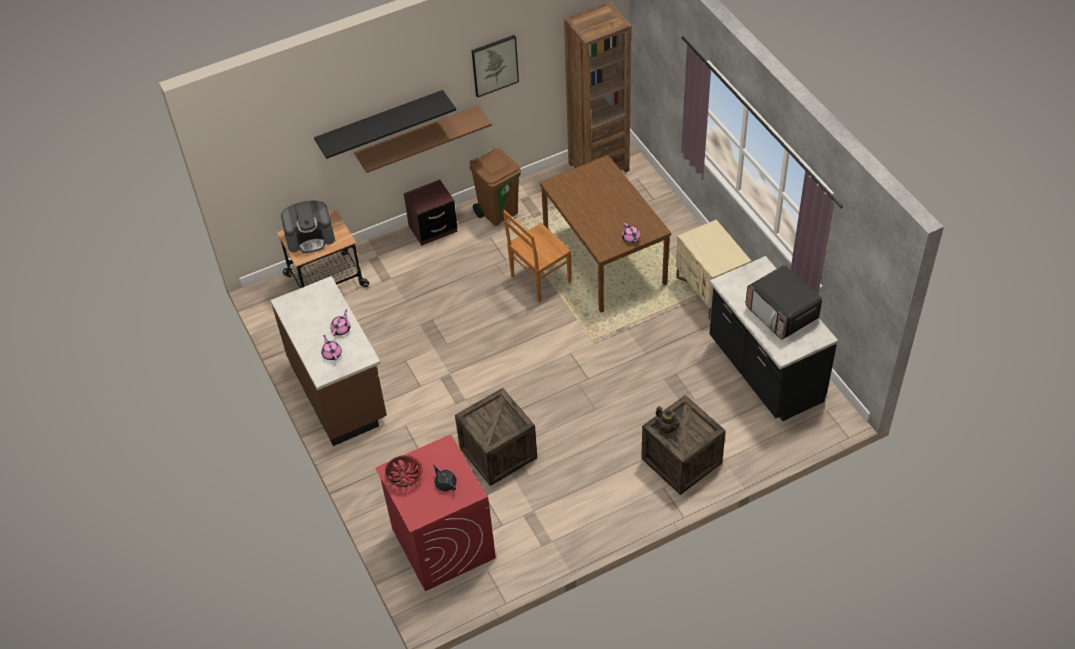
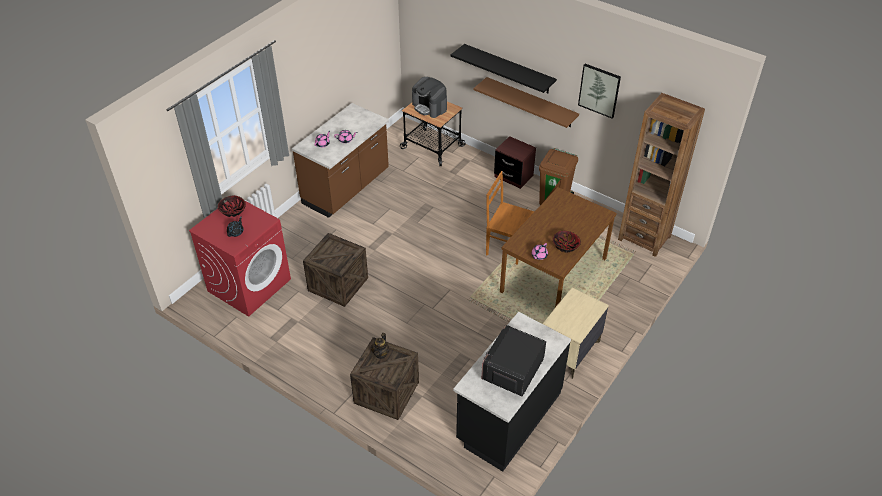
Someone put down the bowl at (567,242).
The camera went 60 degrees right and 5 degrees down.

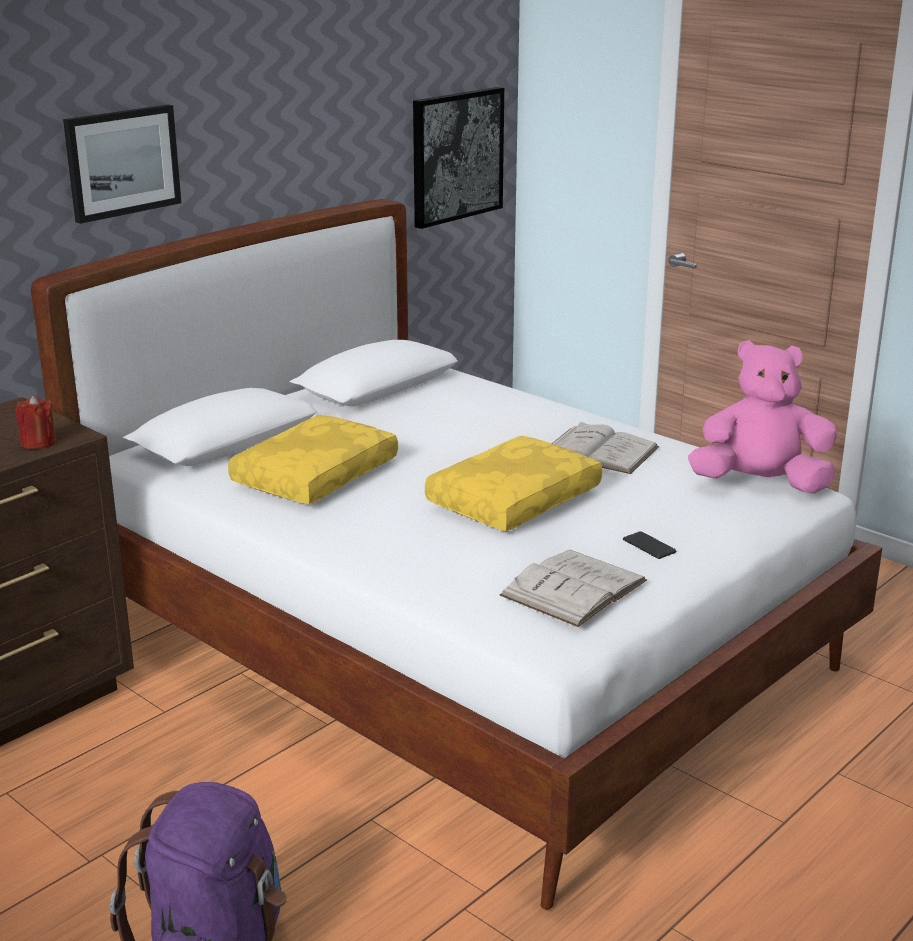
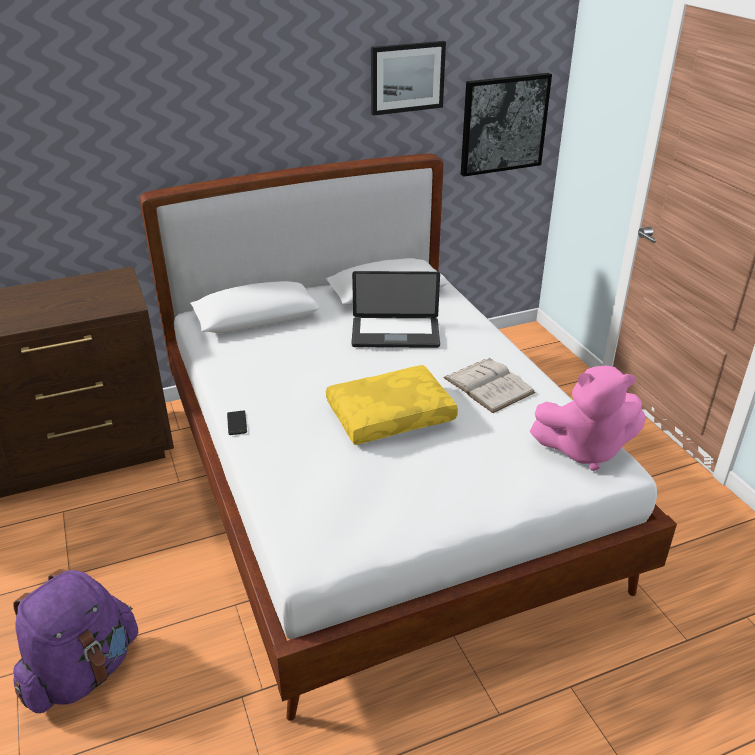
Someone carried the phone from (649,545) to (237,423).
Someone put down the laptop at (395,309).
Someone carried the picture from (122,164) to (408,78).
Someone rotated the pink_plush_toy at (762,417) by 150 degrees clockwise.
Someone took away the red_candle at (35,422).
Someone took away the yellow_pillow at (313,459).
Someone took away the white_book at (573,588).
The camera went 25 degrees right and 10 degrees up.

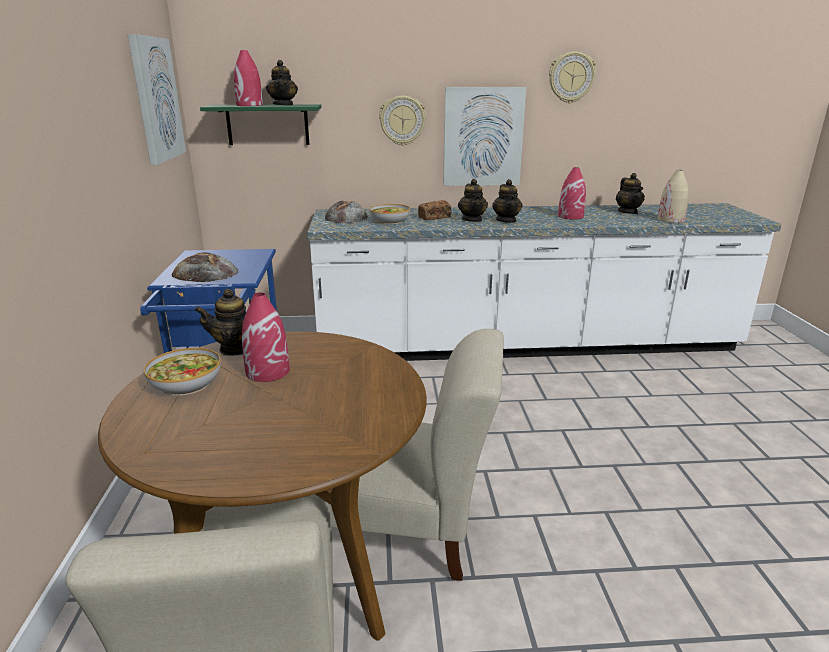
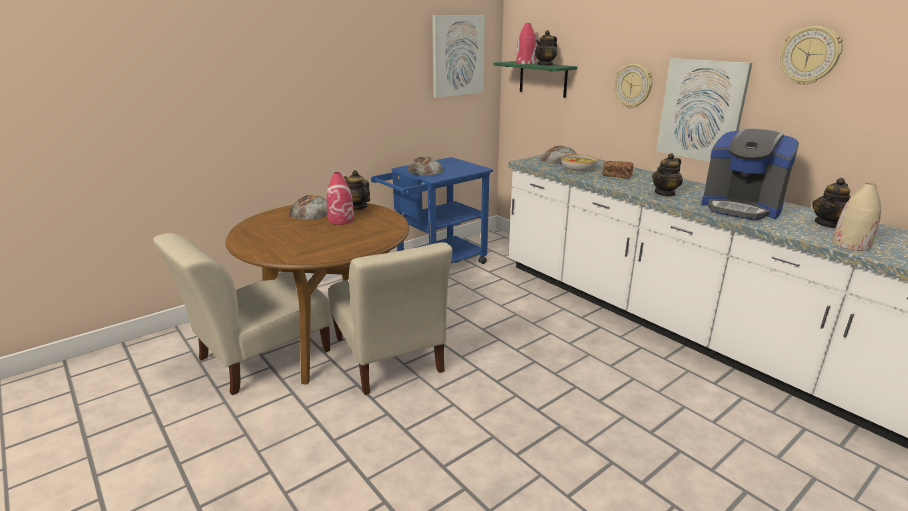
Someone swapped the bowl at (182,372) for the bread at (308,207).
Someone swapped the red_vase at (572,193) for the coffee_machine at (750,174).
Someone took away the teapot at (473,200).
The camera went 55 degrees right and 0 degrees up.

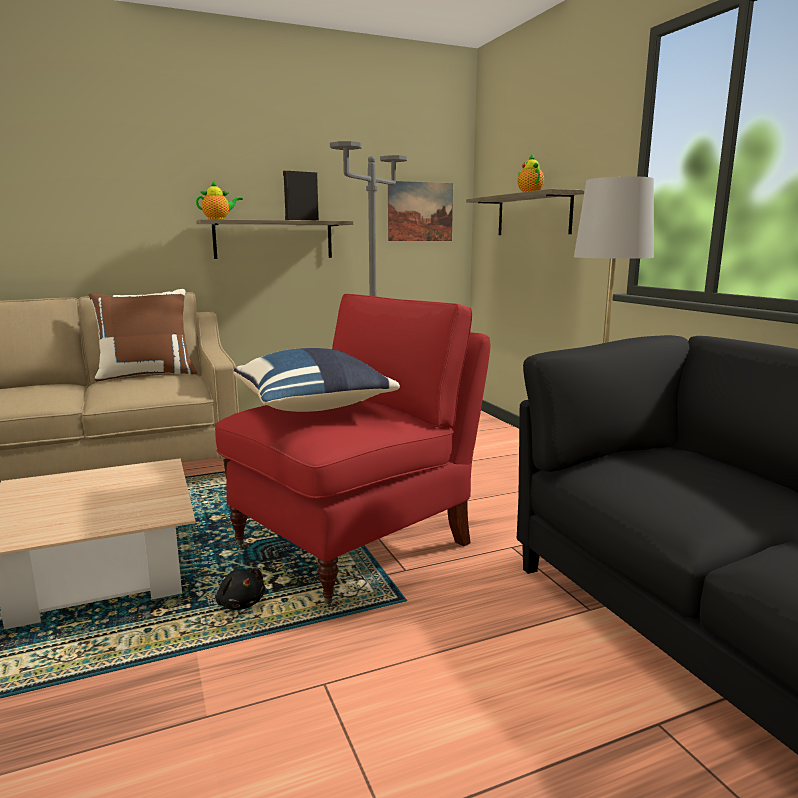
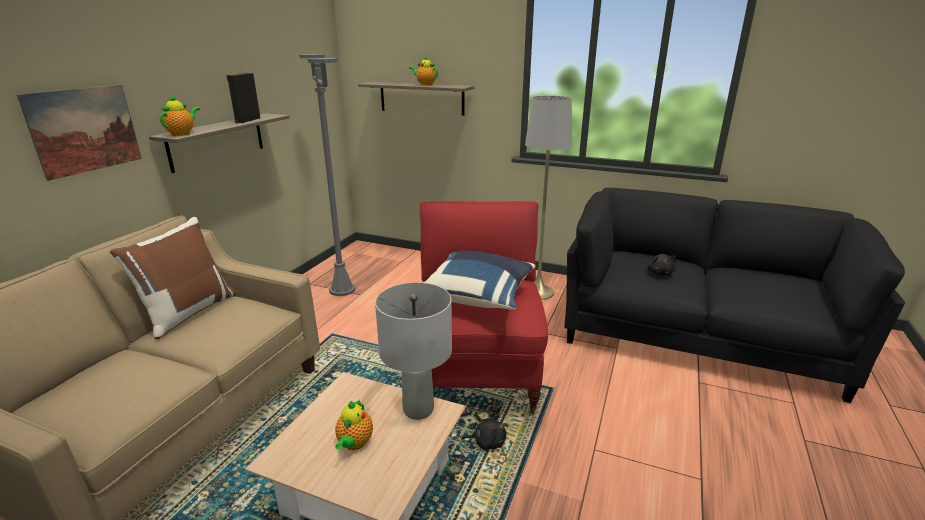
Someone carried the picture from (420,211) to (79,133).
Someone put down the teapot at (354,424).
Someone put down the grey_table_lamp at (413,351).
Someone put down the black_plush_toy at (661,264).
The camera went 45 degrees left and 10 degrees up.

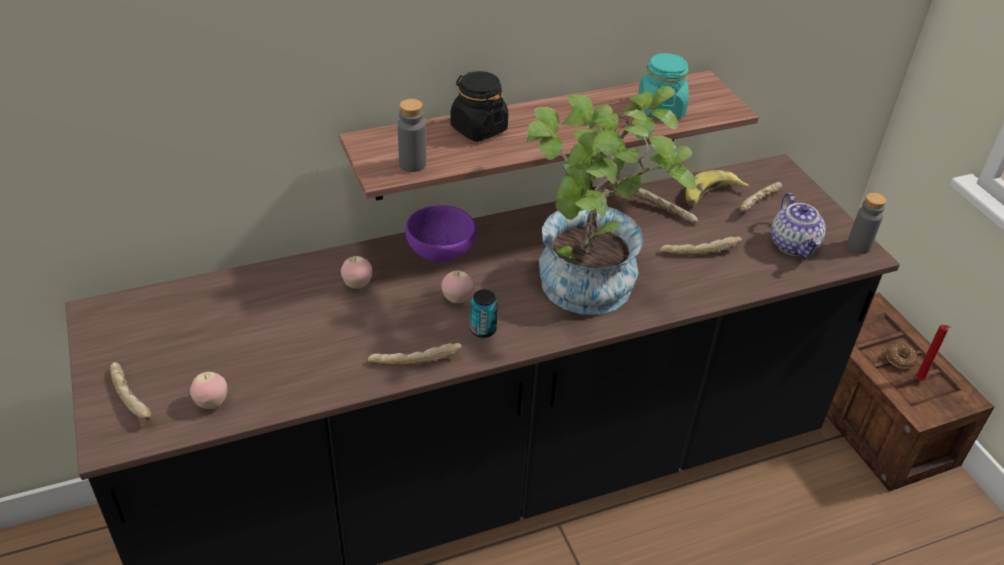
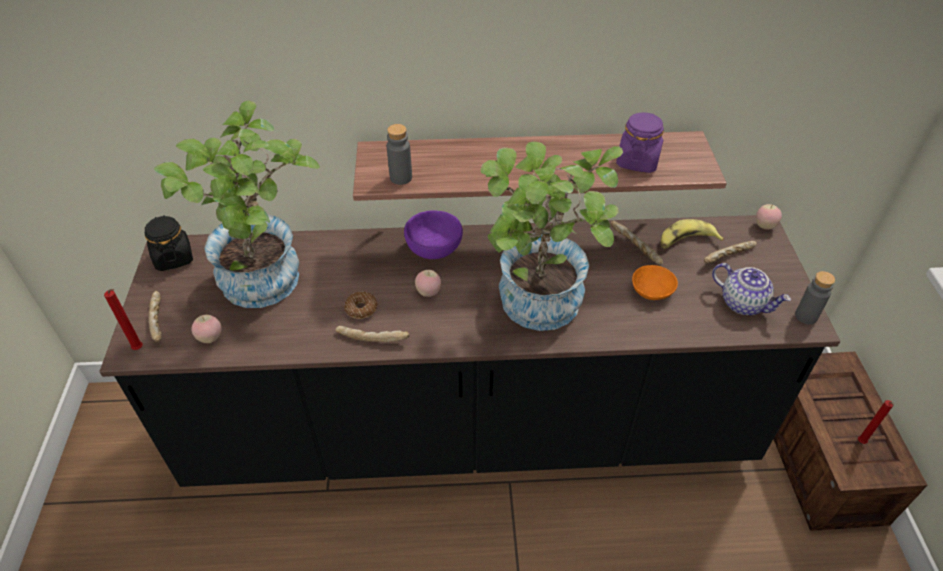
Someone put down the red_candle at (123,319).
Someone carried the black_jar from (479,106) to (169,243).
Someone put down the potted_plant at (237,204).
Someone carried the donut from (902,356) to (360,305).
Someone repainted the turquoise_jar at (663,85), which became the purple_jar at (640,142).
Someone swapped the bread at (701,246) for the orange_bowl at (655,282).
Someone rotated the teapot at (798,225) by 60 degrees counterclockwise.
Someone carried the apple from (356,272) to (769,216).
Someone took away the can at (484,314).
The camera went 20 degrees right and 5 degrees up.

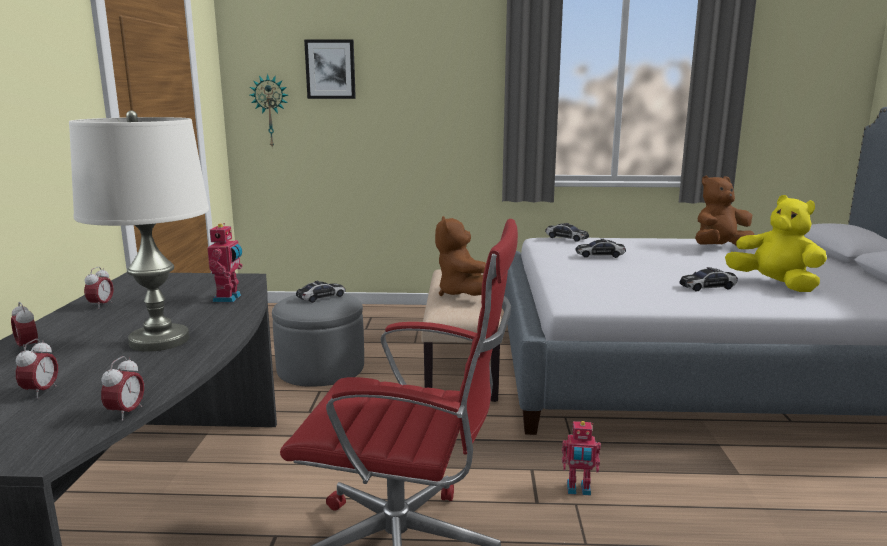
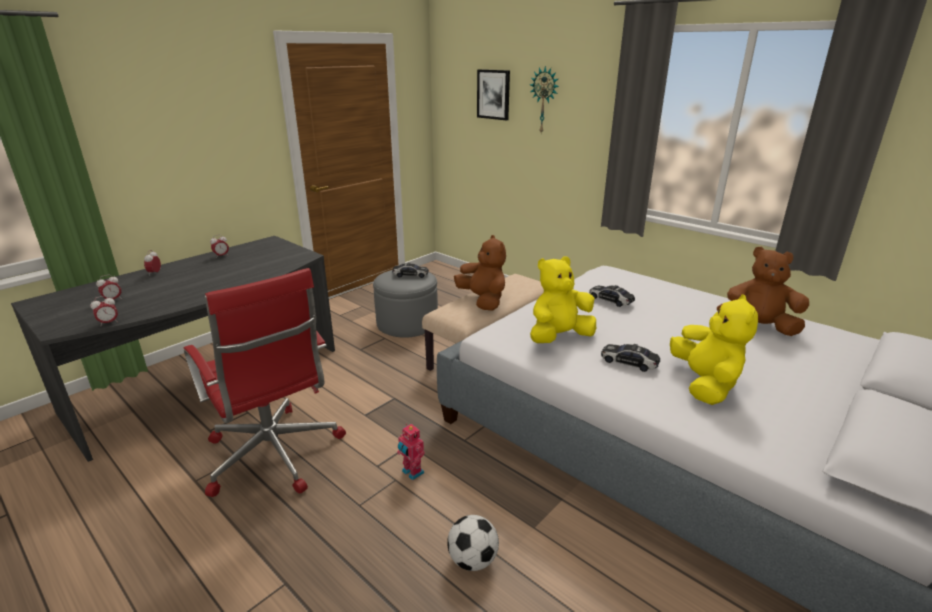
Someone put down the football at (473,543).
Someone rotated the brown_plush_toy at (460,256) by 120 degrees clockwise.
Someone carried the wall_clock from (269,111) to (544,99).
Someone put down the yellow_plush_toy at (563,299).
Someone took away the white_table_lamp at (139,231).
Someone took away the toy_robot at (225,262).
Someone took away the toy_car at (567,232).
The camera went 40 degrees right and 10 degrees up.

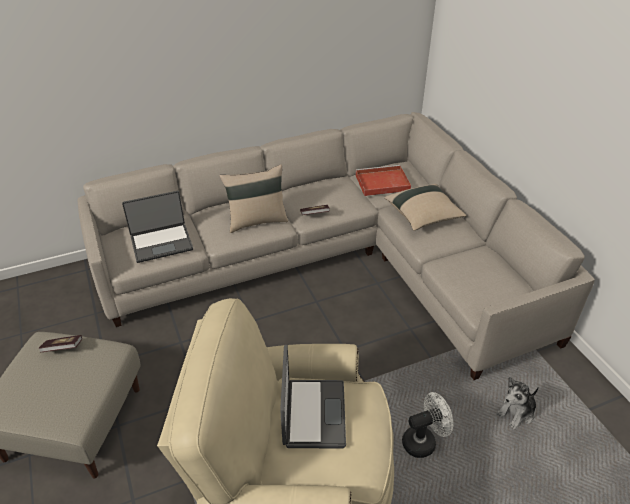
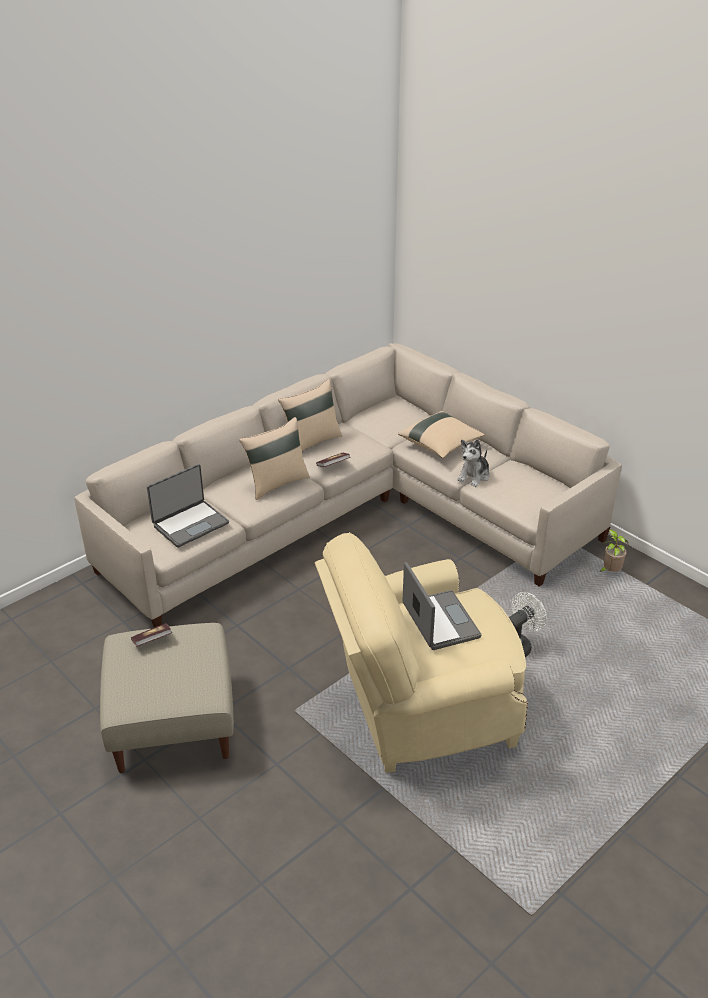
Someone put down the beige_pillow at (310,415).
Someone carried the plush_toy from (517,403) to (473,463).
Someone put down the potted_plant at (613,550).
Someone took away the red_tray at (383,180).
The camera went 20 degrees left and 5 degrees down.

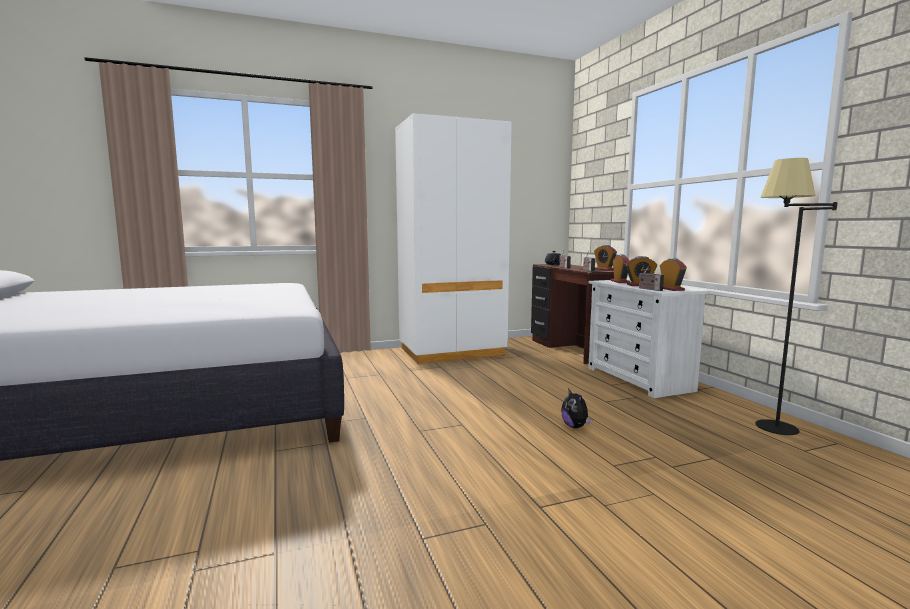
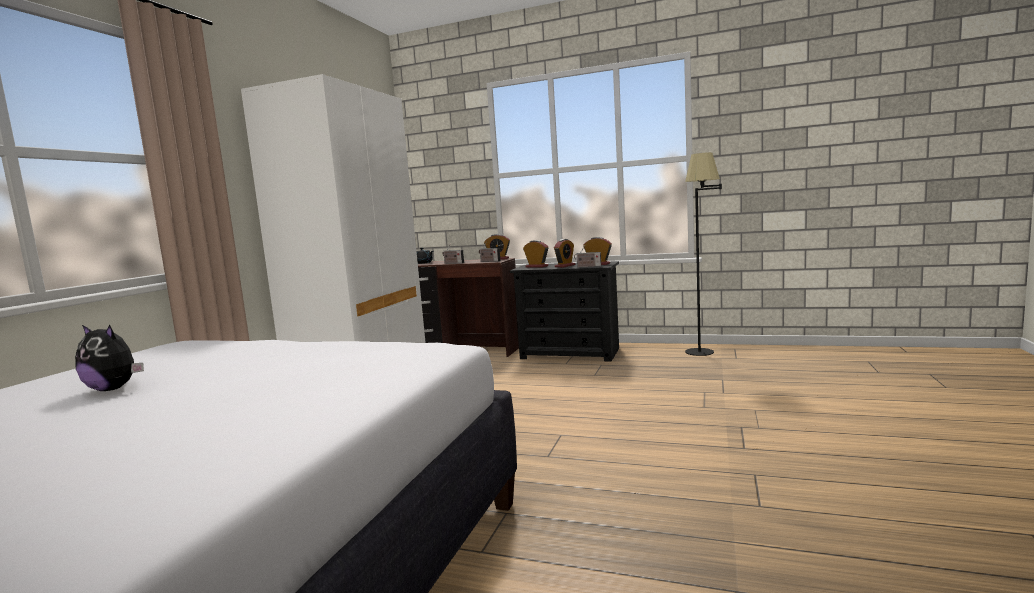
Someone carried the plush_toy from (576,408) to (109,358).
Someone repainted the white_dresser at (649,338), which became the black_dresser at (564,311).
The camera went 50 degrees left and 0 degrees up.

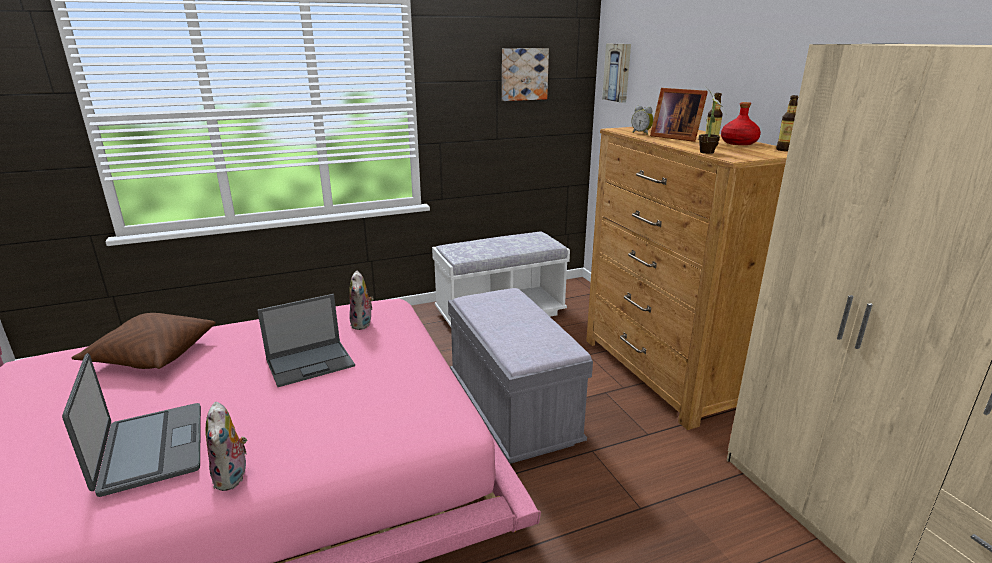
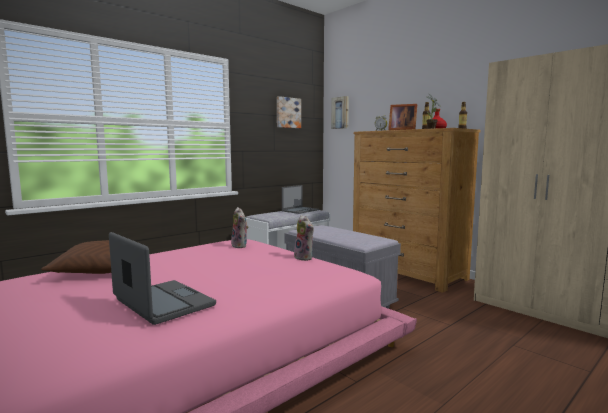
Someone carried the laptop from (306,340) to (300,199).
Someone carried the plush_toy from (226,446) to (304,238).
The camera went 20 degrees left and 15 degrees down.

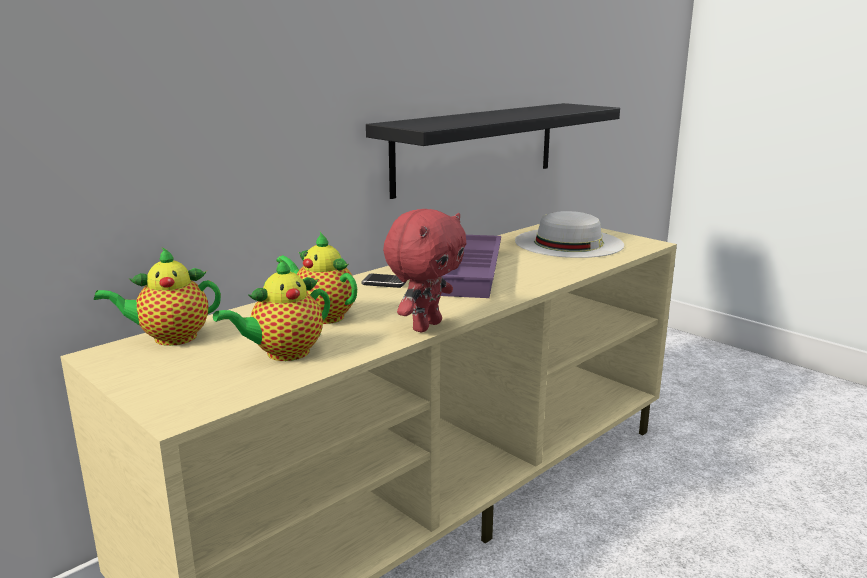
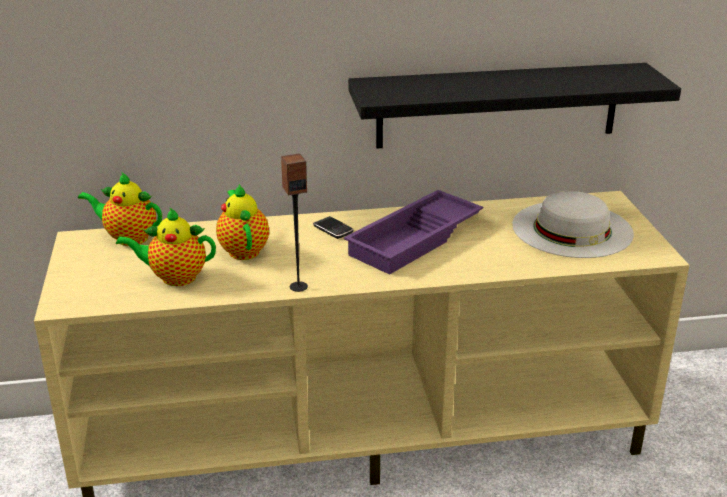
Someone swapped the red_plush_toy at (424,270) for the speaker at (294,222).
The camera went 35 degrees right and 10 degrees up.

